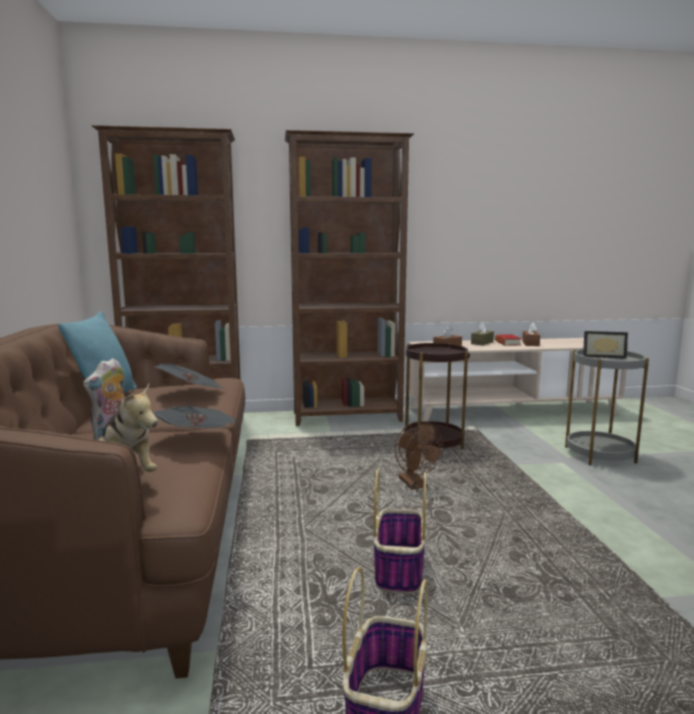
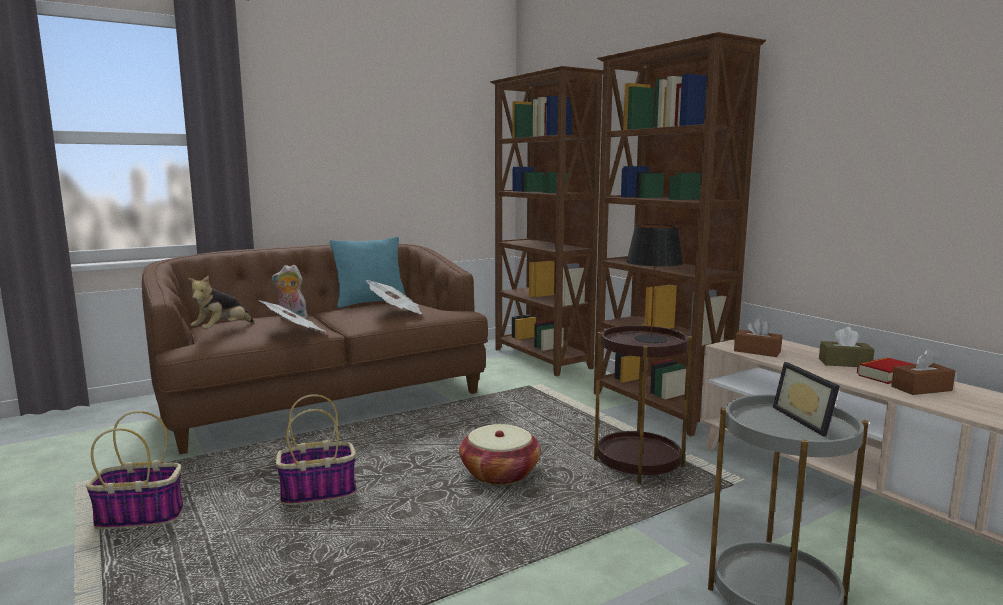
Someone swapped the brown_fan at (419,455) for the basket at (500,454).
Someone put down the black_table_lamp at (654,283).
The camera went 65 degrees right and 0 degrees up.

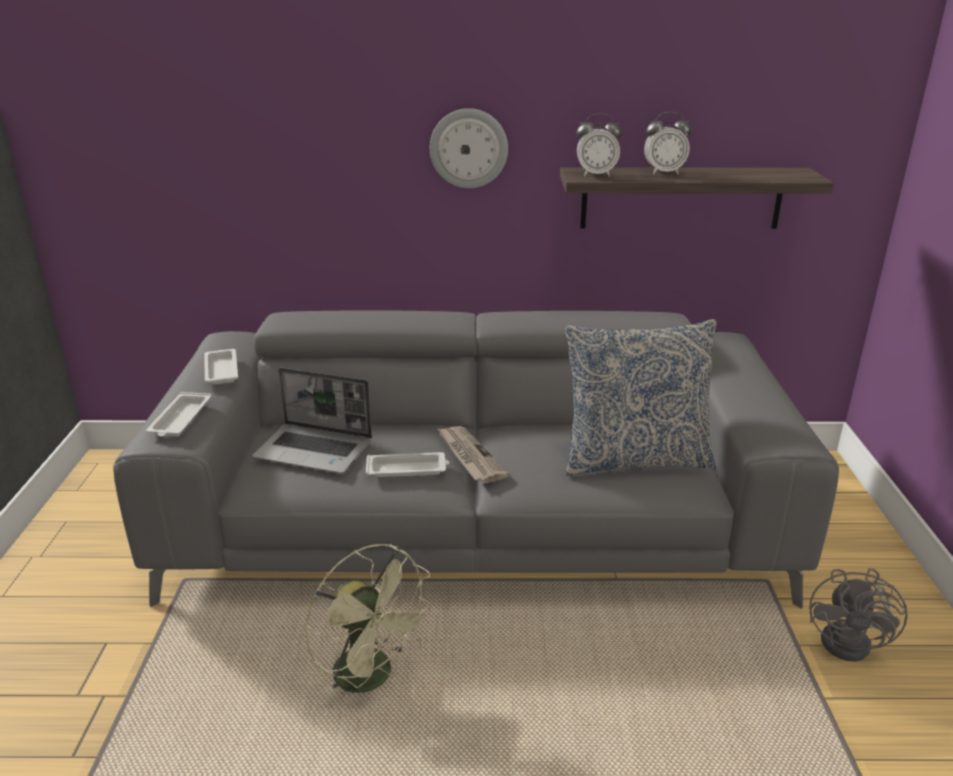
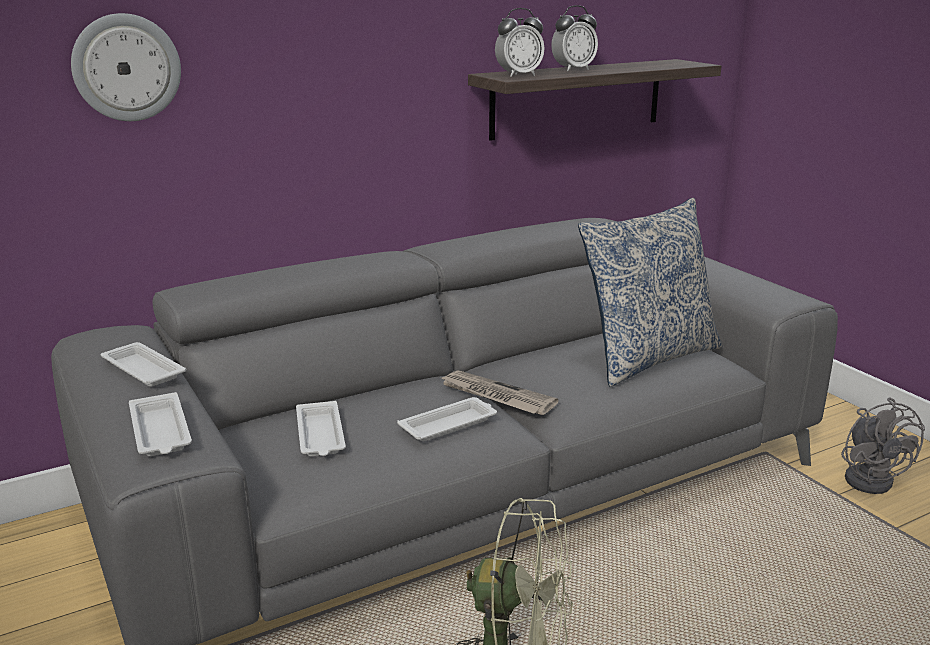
Someone carried the wall_clock from (469,148) to (126,67).
Someone swapped the laptop at (312,420) for the white_tray at (321,428).
The camera went 30 degrees left and 5 degrees down.

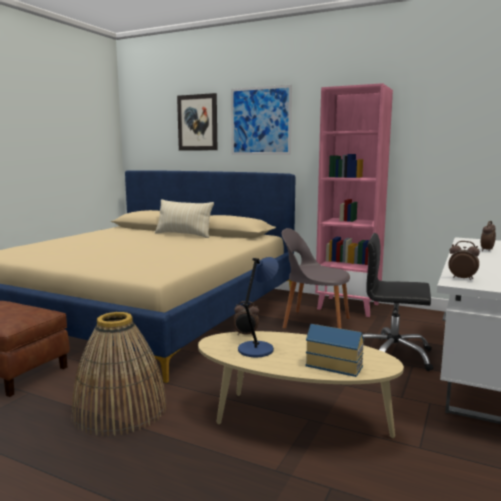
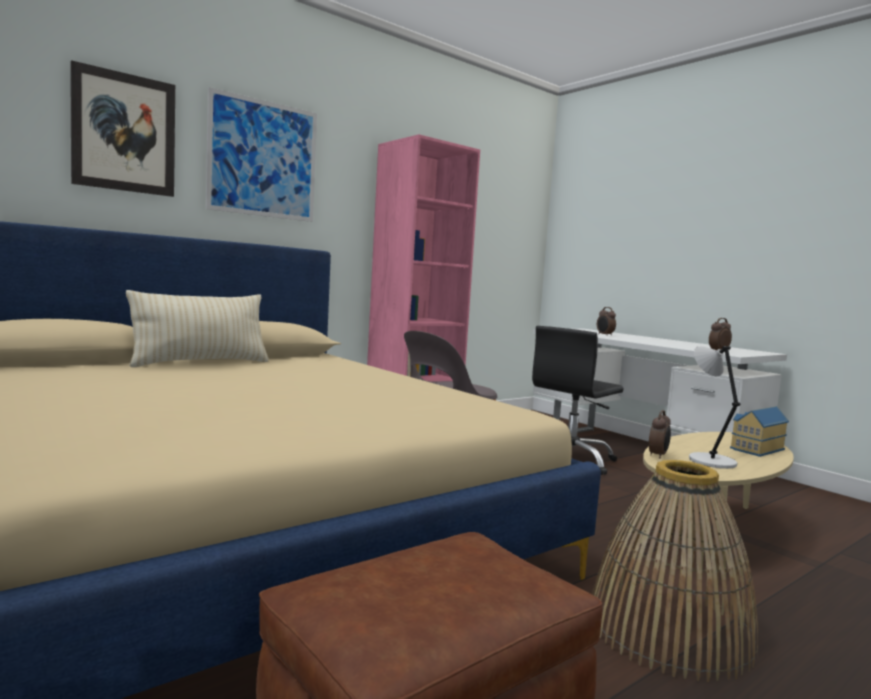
Someone repainted the blue_table_lamp at (258,307), which became the grey_table_lamp at (715,407).
The camera went 65 degrees left and 5 degrees down.

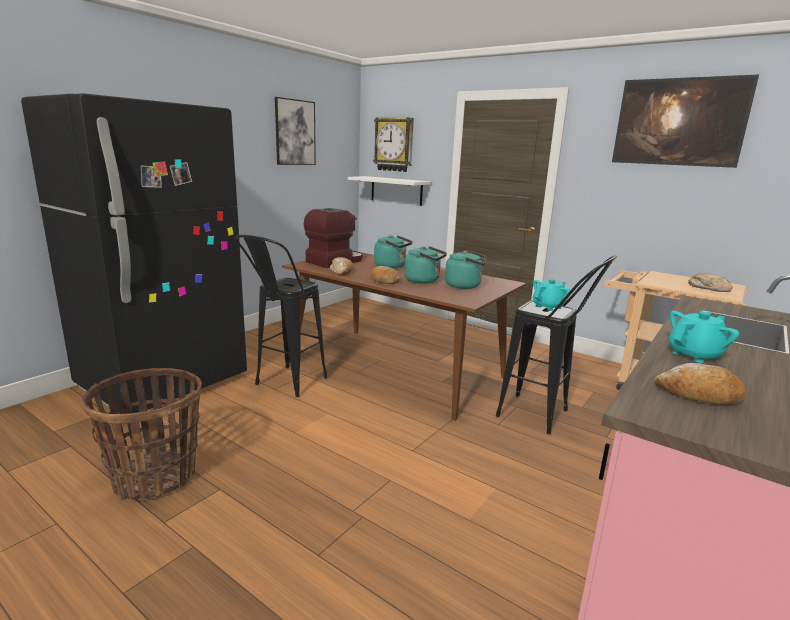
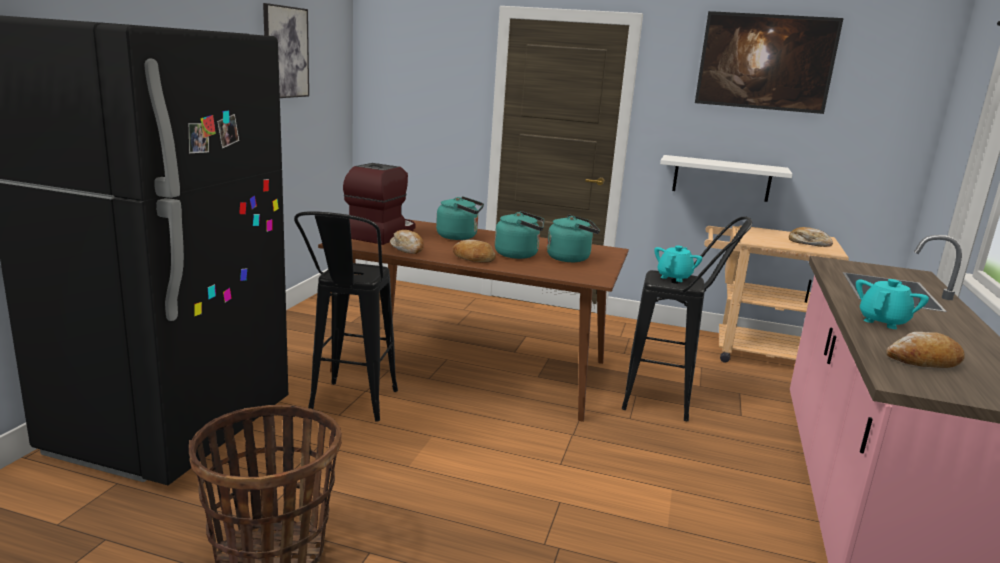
Someone carried the white_shelf from (389,191) to (726,178).
Someone took away the wall_clock at (393,144).
The camera went 20 degrees left and 0 degrees up.

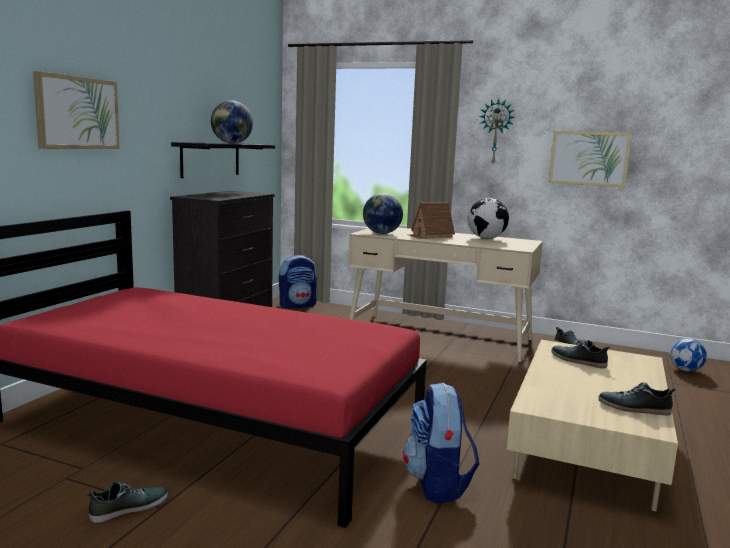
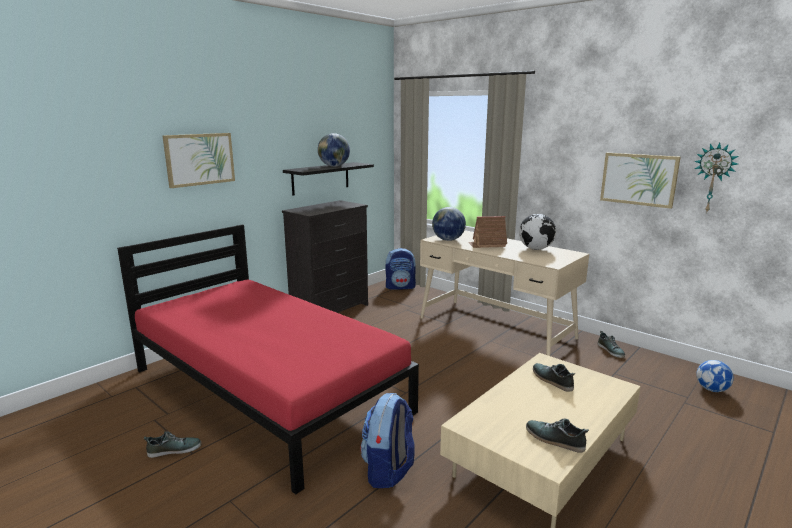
Someone carried the wall_clock from (497,130) to (716,177).
The camera went 20 degrees right and 5 degrees up.

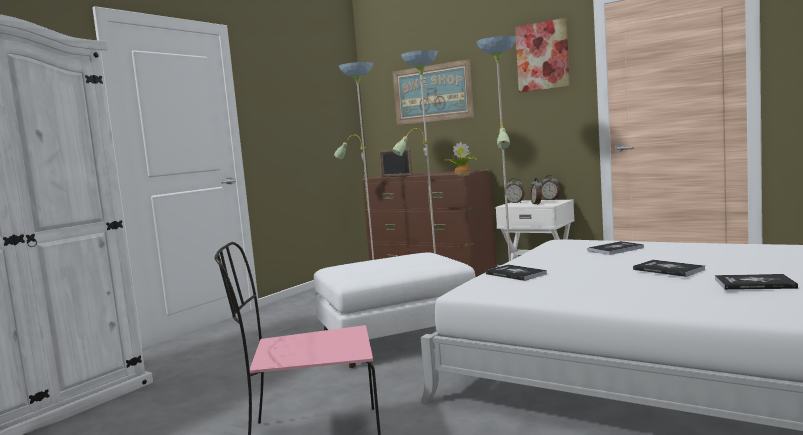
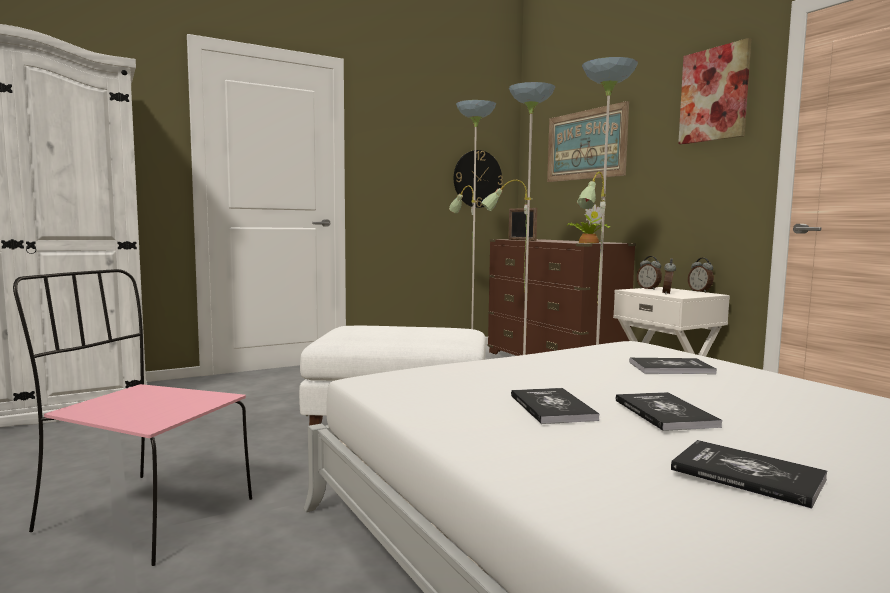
Someone put up the wall_clock at (478,179).
Someone carried the book from (516,273) to (555,406).
The camera went 25 degrees right and 0 degrees up.

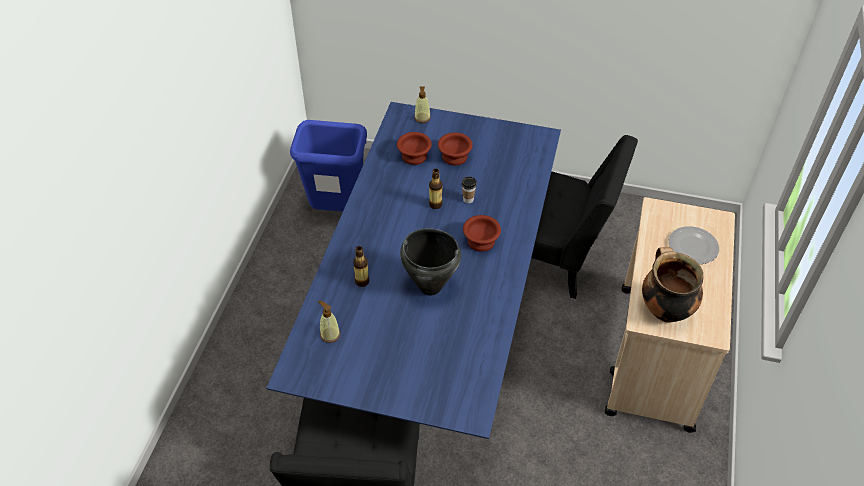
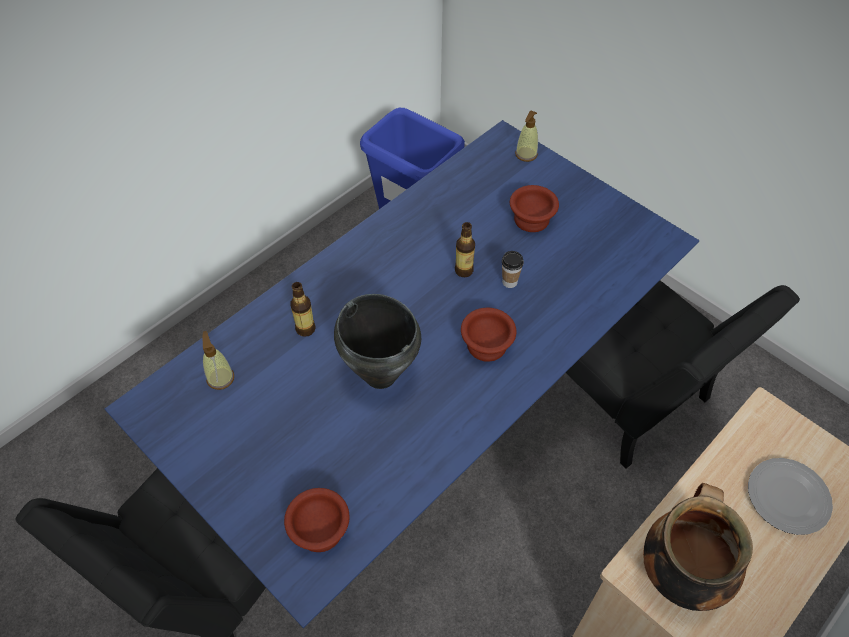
Someone carried the brown_bowl from (414,148) to (316,520).
The camera went 30 degrees right and 5 degrees up.

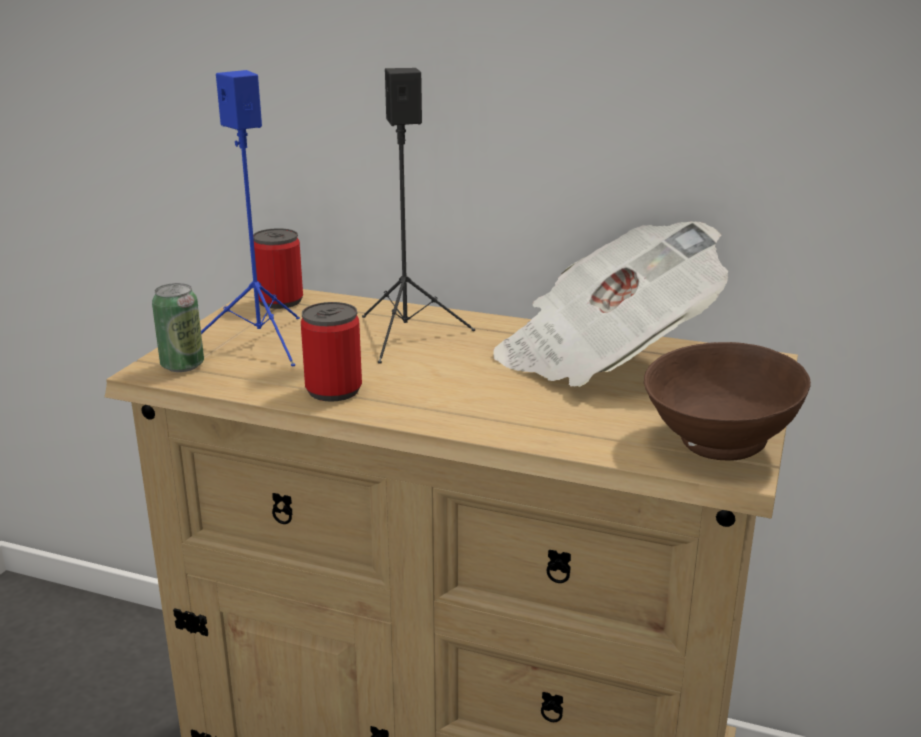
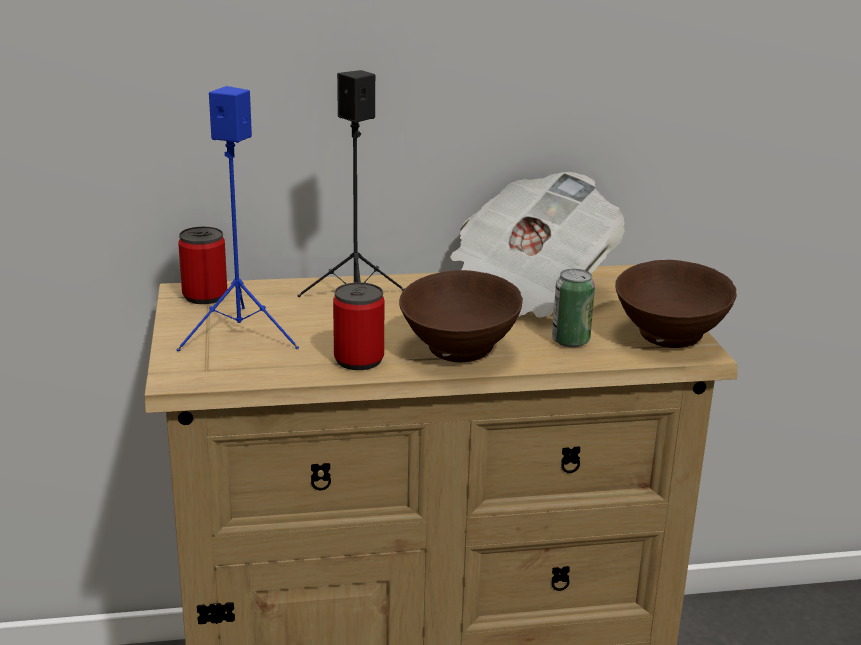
Someone put down the brown_bowl at (461,316).
Someone carried the can from (178,327) to (573,308).
The camera went 30 degrees left and 0 degrees up.

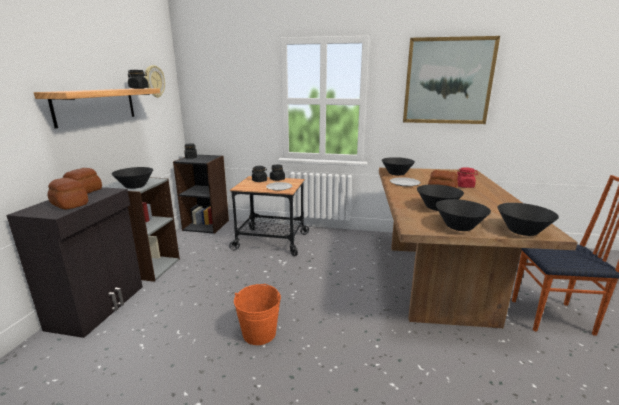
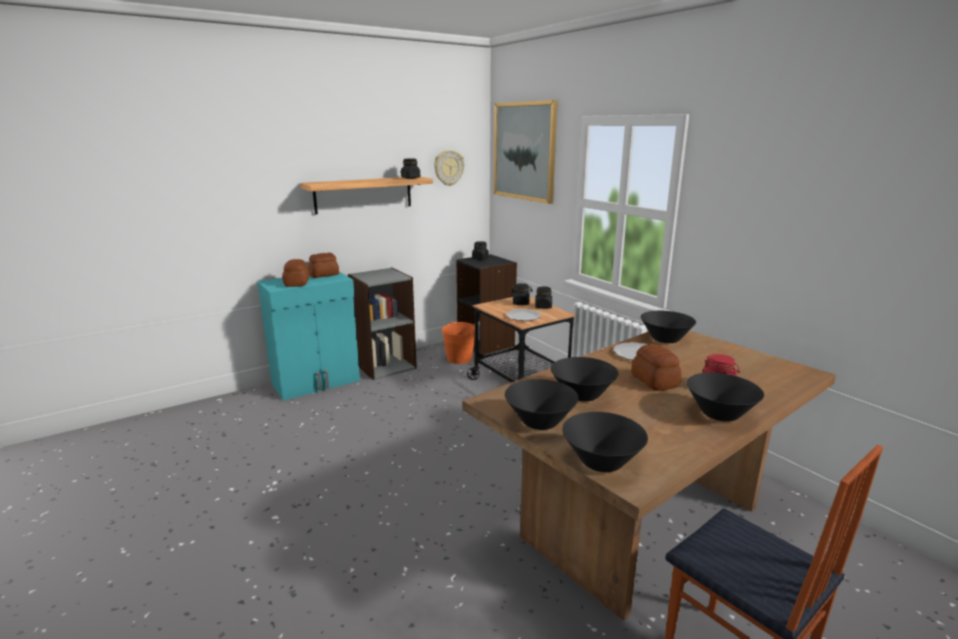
Someone repainted the black_cabinet at (74,262), which became the turquoise_cabinet at (308,336).
Someone carried the orange_bucket from (257,314) to (458,343).
Someone carried the picture from (451,80) to (526,152).
Someone carried the black_bowl from (132,178) to (725,397).
The camera went 45 degrees right and 0 degrees up.

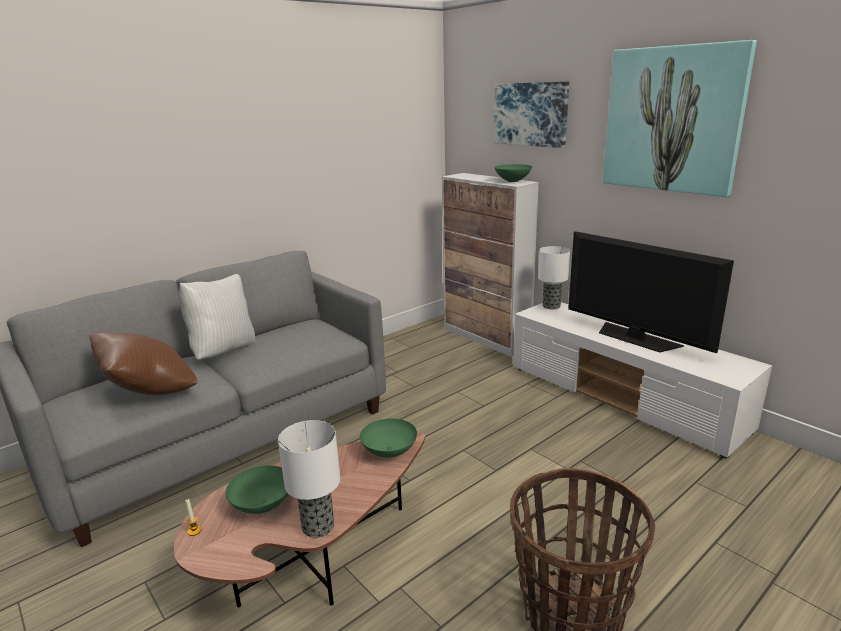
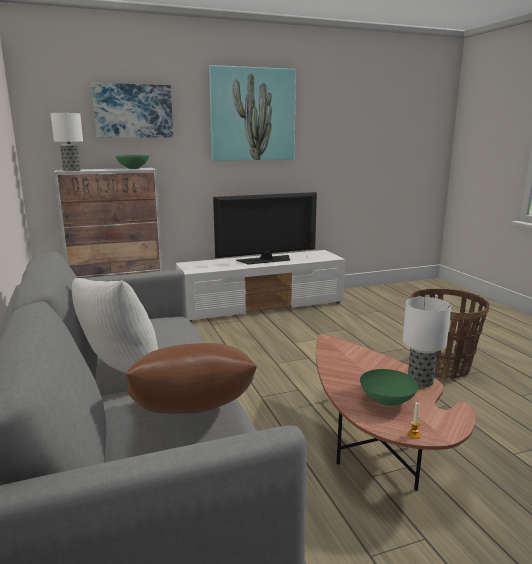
Someone carried the table_lamp from (554,277) to (67,142).
Someone took away the green_bowl at (388,438).
The camera went 70 degrees left and 5 degrees down.

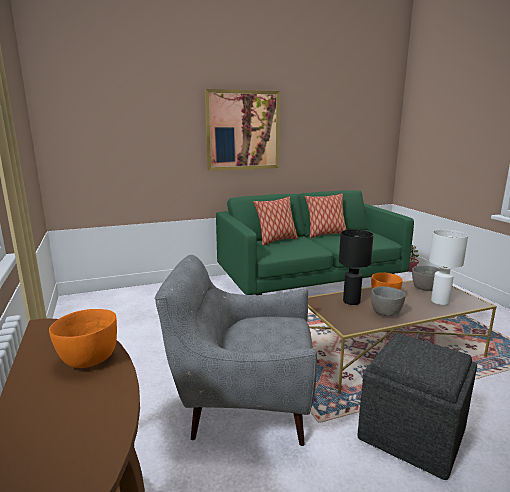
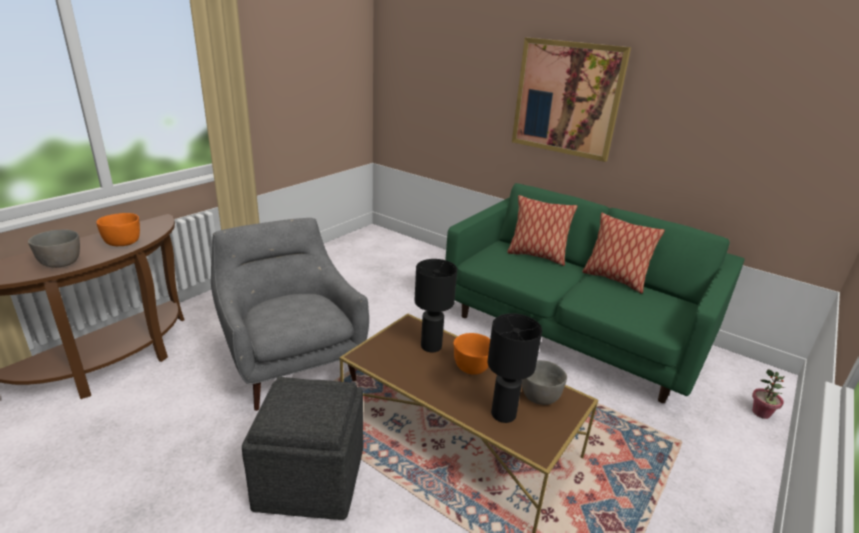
Someone carried the grey_bowl from (388,301) to (54,249).
Someone repainted the white_table_lamp at (448,267), which became the black_table_lamp at (515,368).
The camera went 55 degrees right and 10 degrees up.

